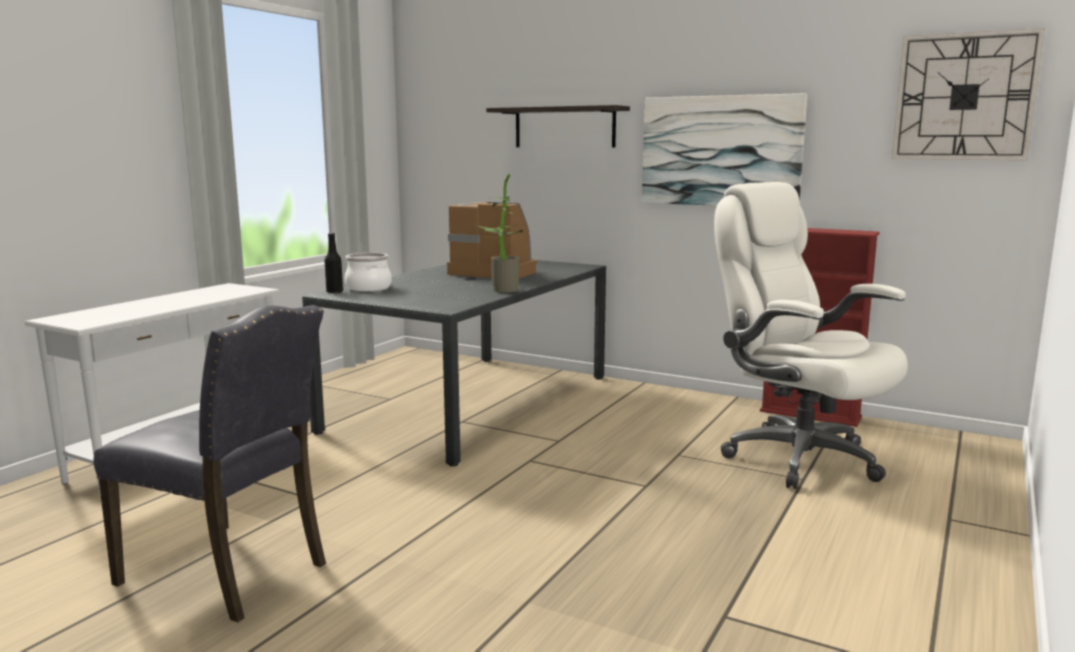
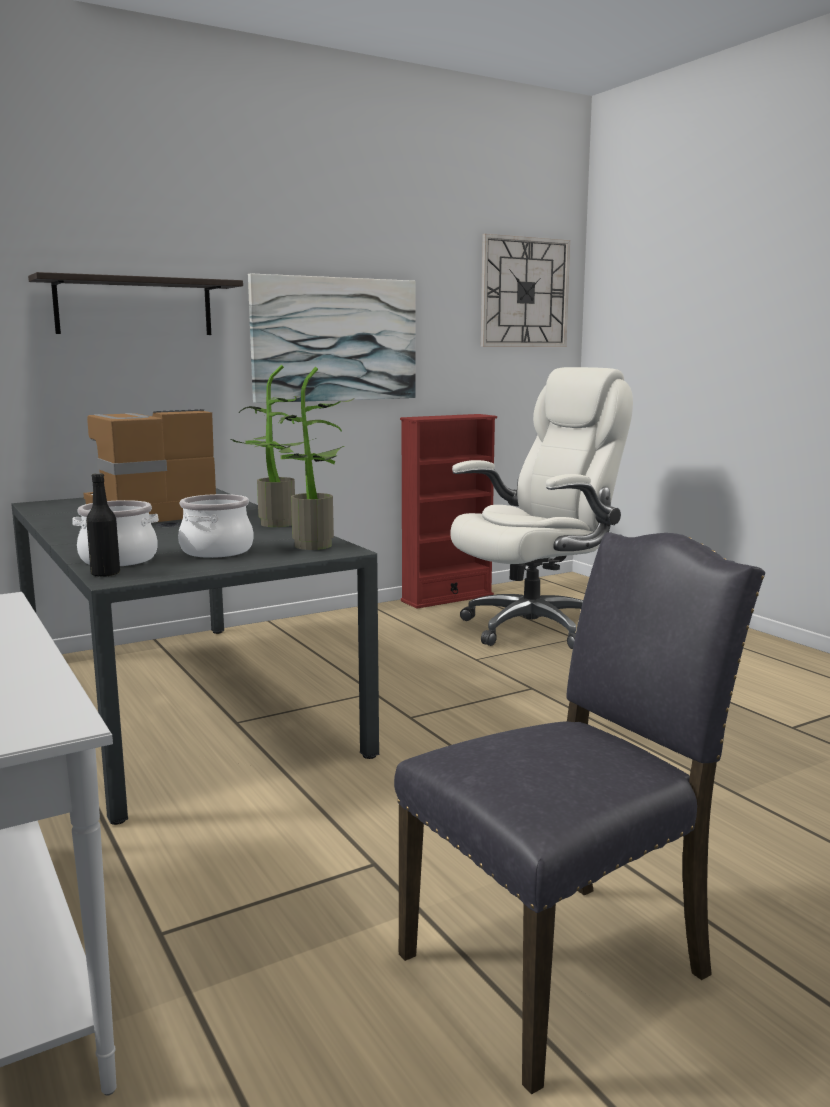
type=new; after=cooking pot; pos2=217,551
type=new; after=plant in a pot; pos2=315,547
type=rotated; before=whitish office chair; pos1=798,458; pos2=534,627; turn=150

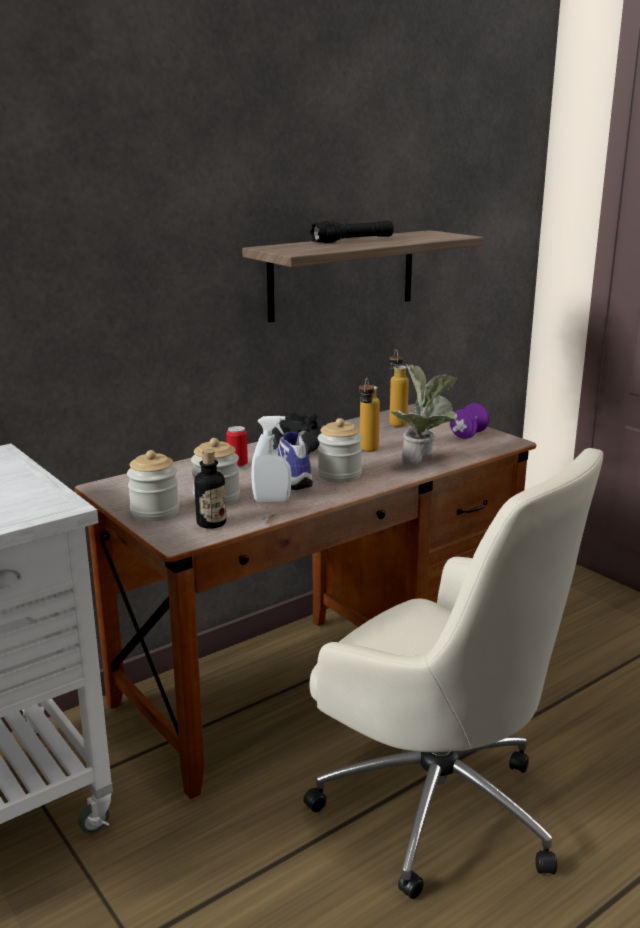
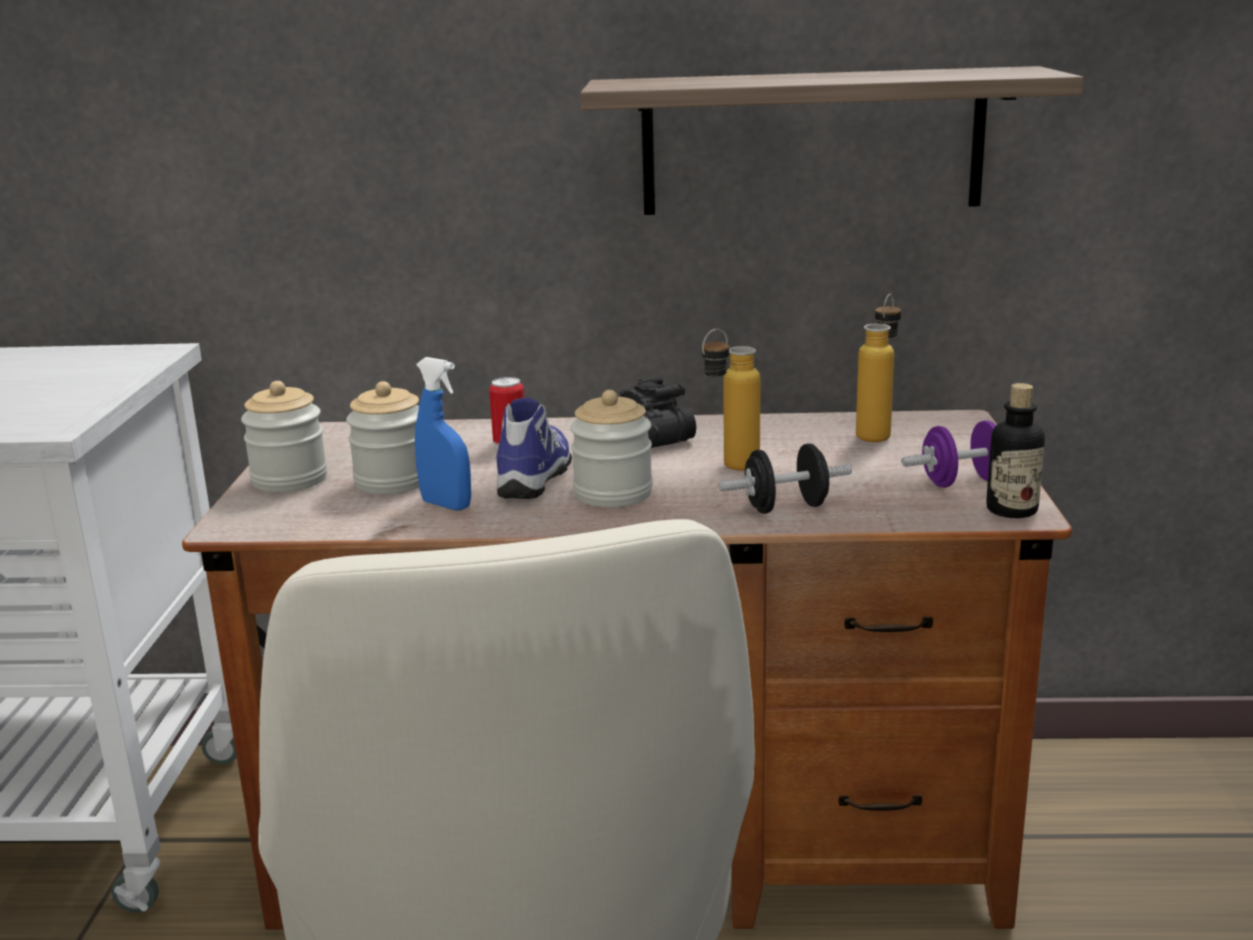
type=repainted; before=whitish hand sprayer; after=bluish hand sprayer; pos1=271,501; pos2=446,505
type=swapped; before=plant in a pot; after=black-coloured dumbbell; pos1=424,462; pos2=786,508
type=shifted; before=beverage bottle; pos1=211,523; pos2=1011,510
type=gone; before=black-coloured torch; pos1=352,240

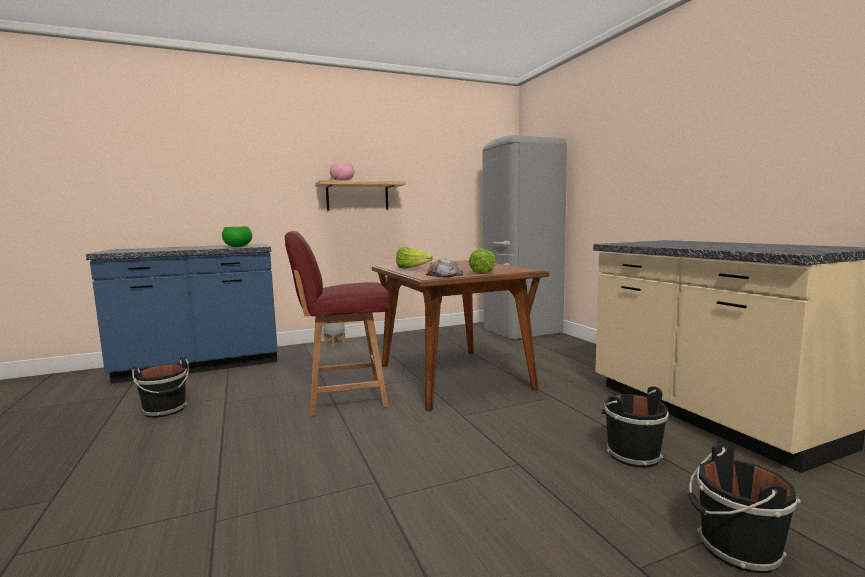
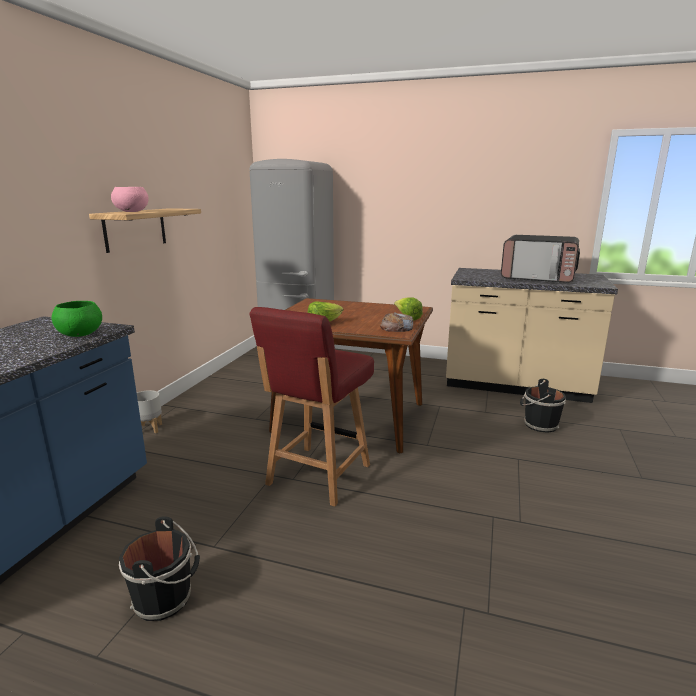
type=new; after=microwave oven; pos2=538,278
type=gone; before=black-coloured pail; pos1=735,549

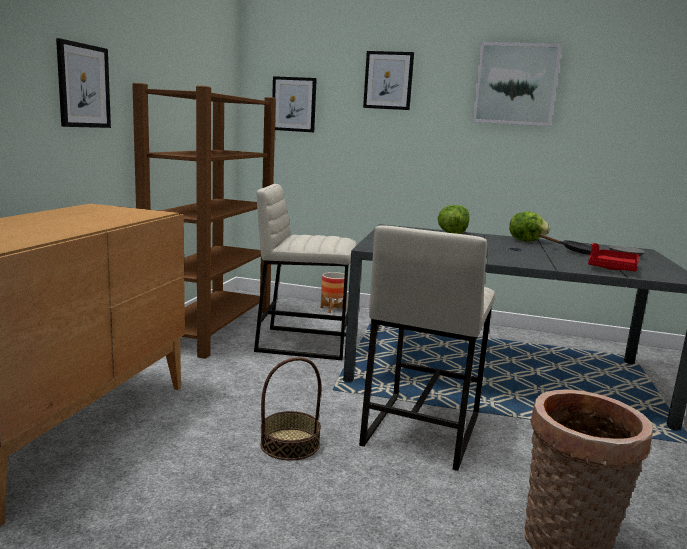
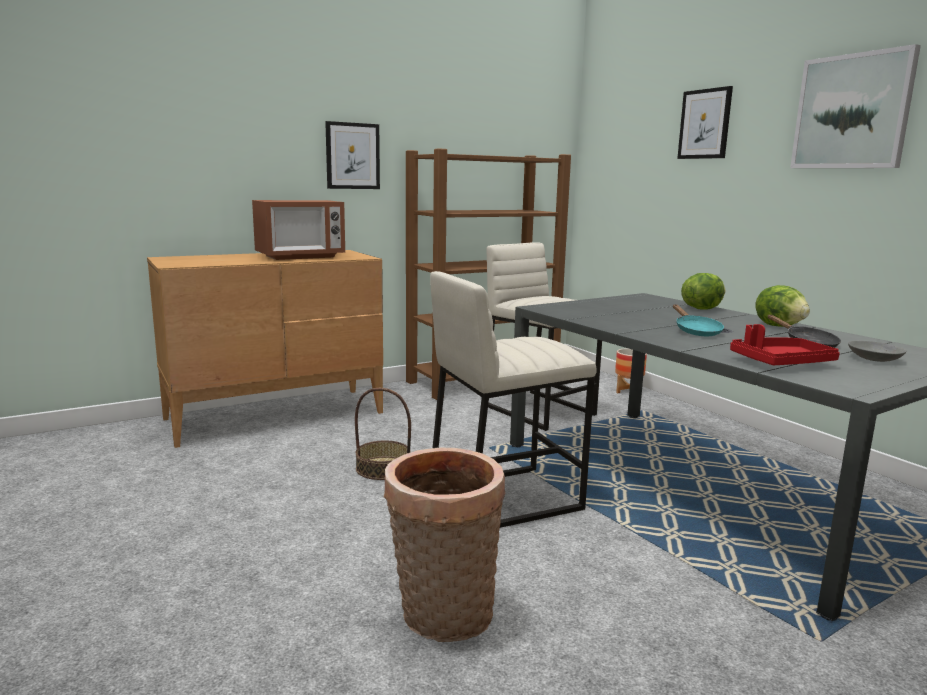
type=new; after=microwave oven; pos2=300,256
type=new; after=blue-green skillet; pos2=695,331
type=gone; before=picture; pos1=294,104

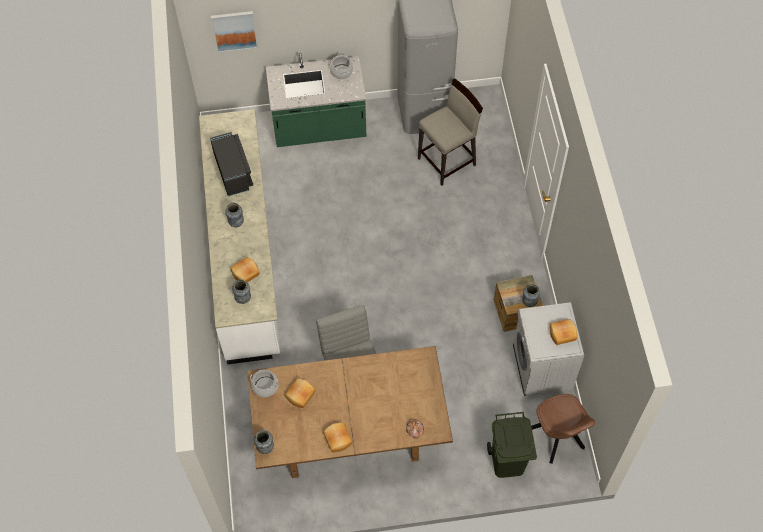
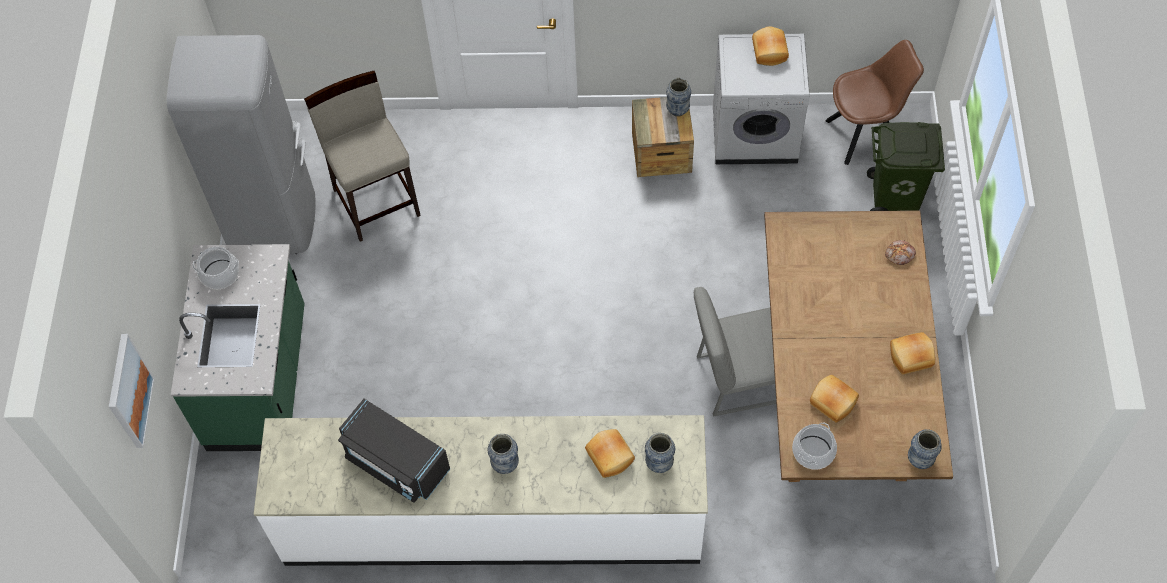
type=rotated; before=black-coloured microwave oven; pos1=233,172; pos2=396,462; turn=-135

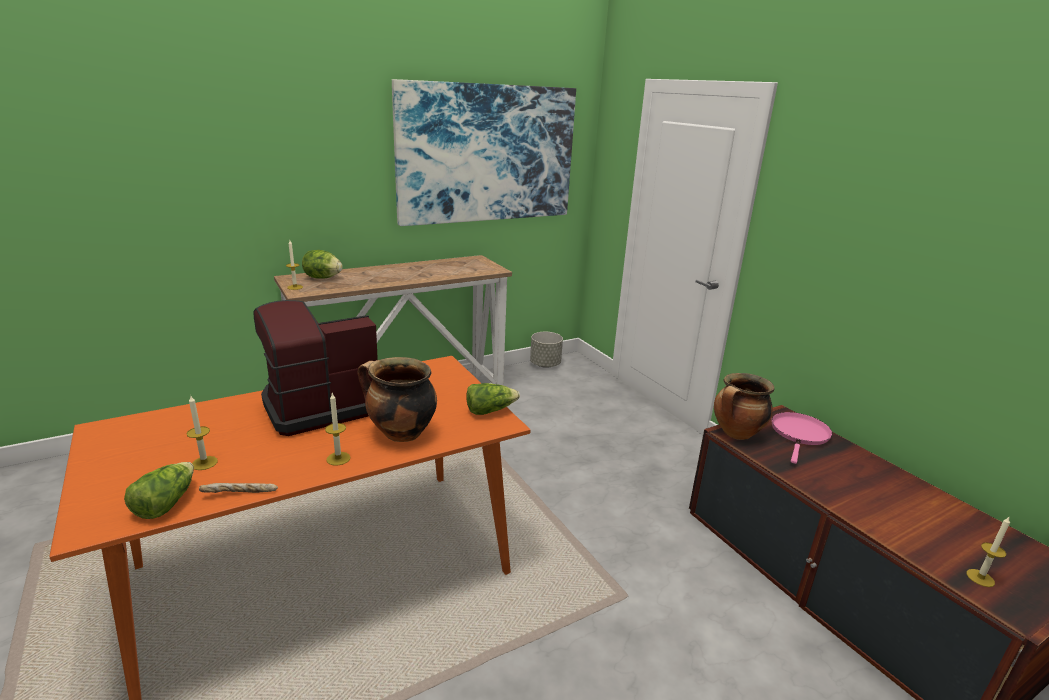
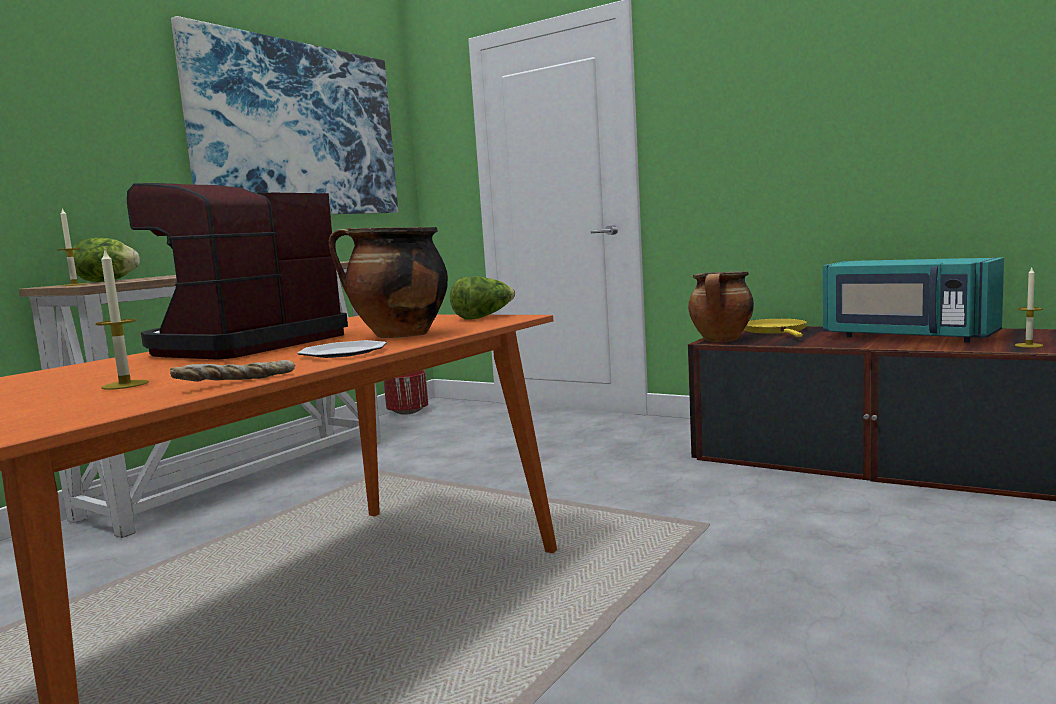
type=swapped; before=candle; after=plate; pos1=338,458; pos2=343,353
type=repainted; before=grey plant pot; after=red-coloured plant pot; pos1=545,364; pos2=408,412
type=repainted; before=pink-coloured skillet; after=yellowish skillet; pos1=799,434; pos2=775,331
type=new; after=blue-green microwave oven; pos2=907,337
type=gone; before=head of lettuce; pos1=165,503

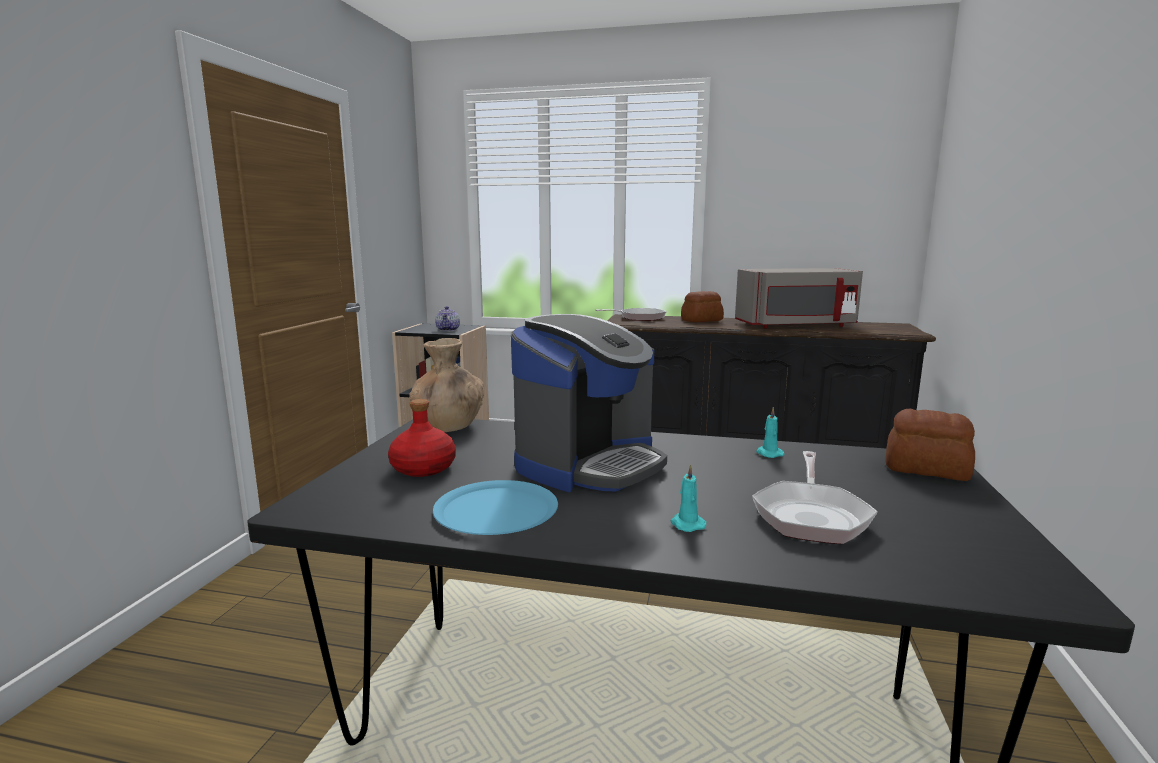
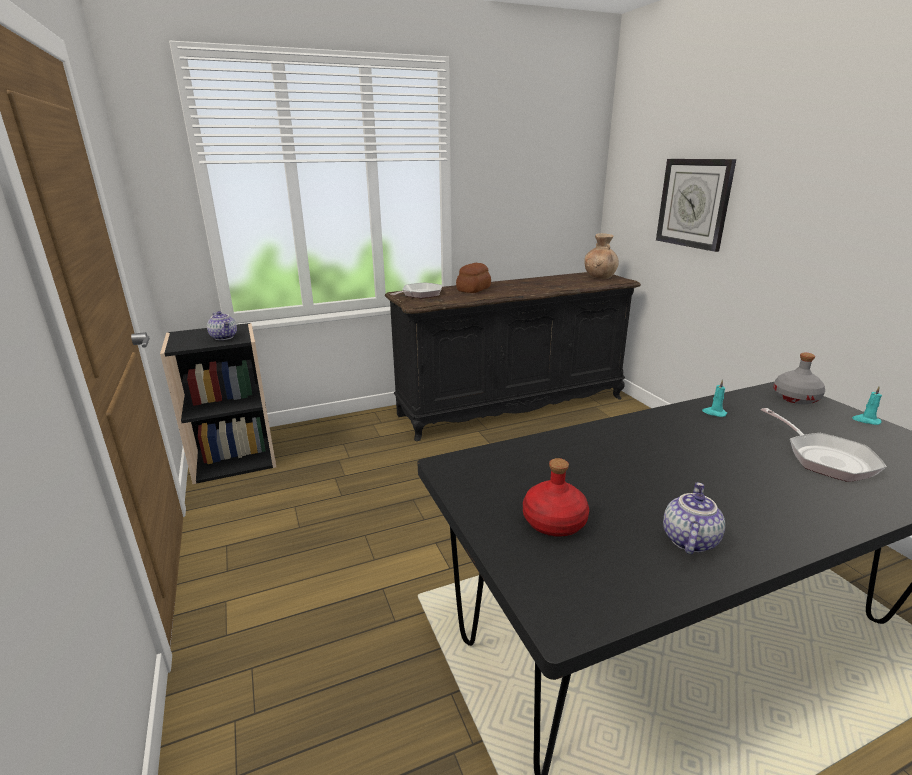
type=shifted; before=brownish decorative vase; pos1=449,426; pos2=600,277
type=new; after=hanging clock; pos2=694,203
type=swapped; before=bluish plate; after=tea pot; pos1=496,510; pos2=688,539
type=swapped; before=bread; after=grey beverage bottle; pos1=927,469; pos2=796,398
type=shifted; before=blue-green candle; pos1=686,524; pos2=865,420
type=gone; before=coffee maker; pos1=589,464
type=gone; before=grey microwave oven; pos1=797,325

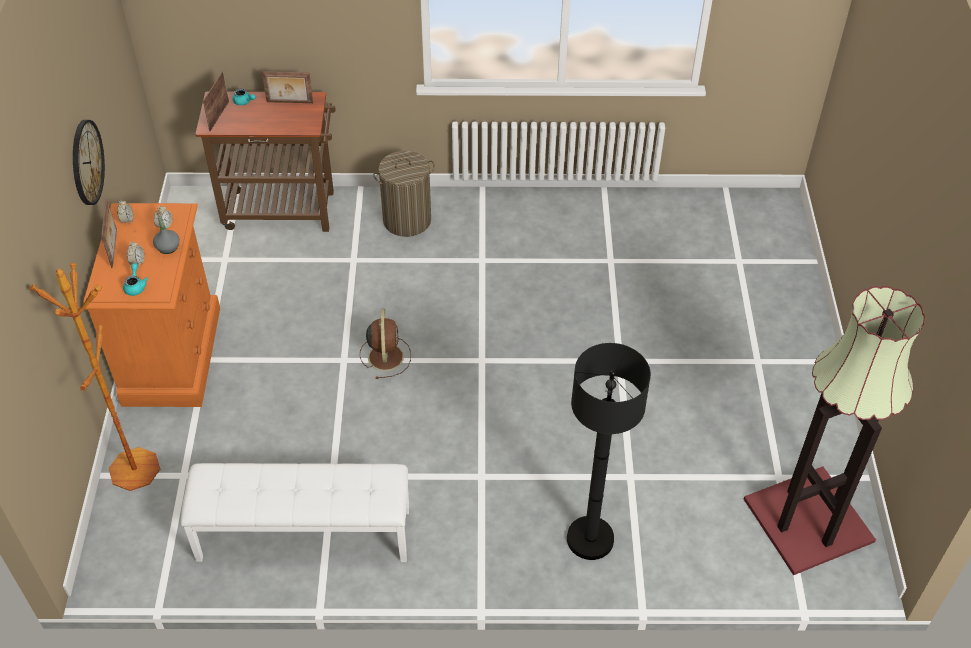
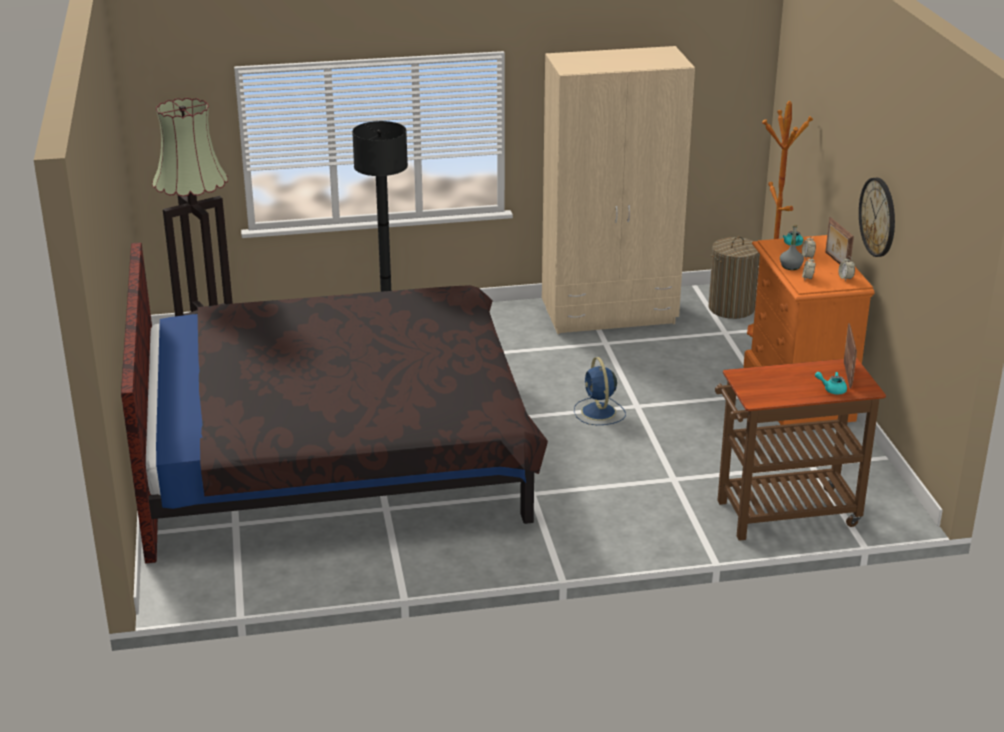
type=new; after=sleeping bed; pos2=334,453
type=swapped; before=whitish long seat; after=sand-coloured armoire; pos1=303,535; pos2=610,315
type=repainted; before=brownish cooling fan; after=bluish cooling fan; pos1=385,355; pos2=599,412
type=shifted; before=laundry basket; pos1=407,220; pos2=731,308
type=gone; before=photo frame; pos1=289,103

